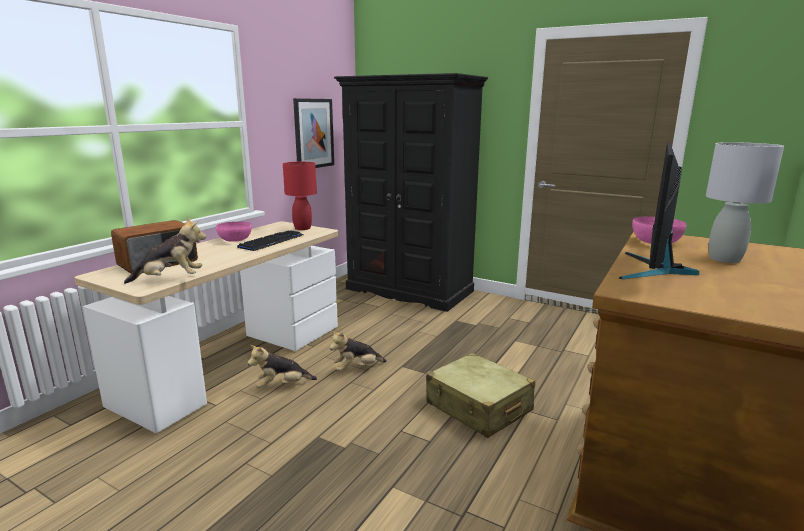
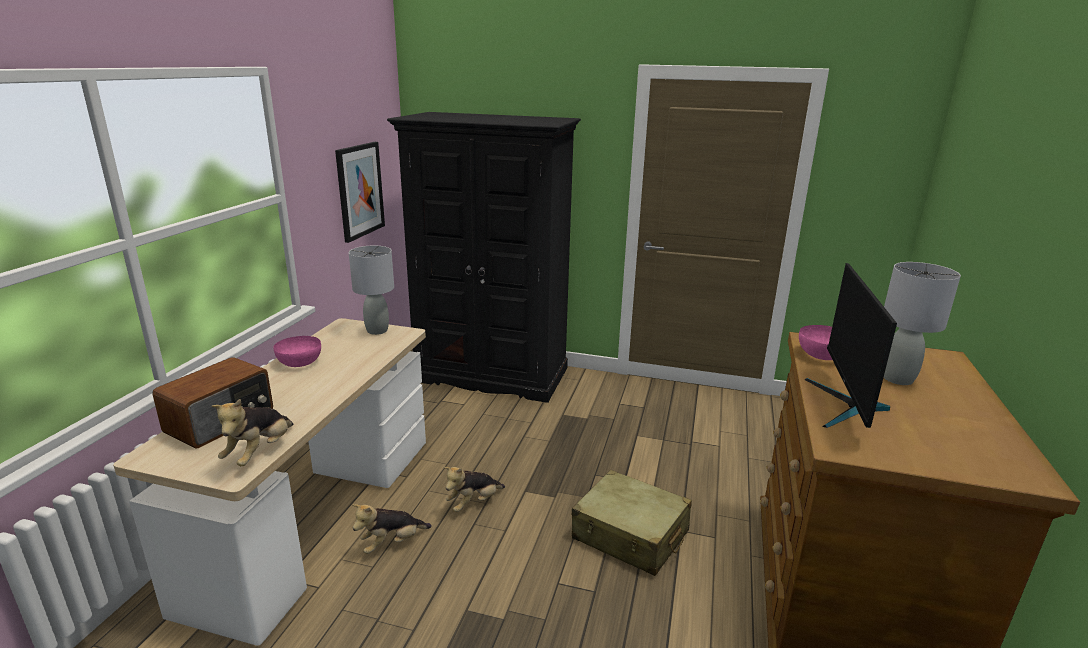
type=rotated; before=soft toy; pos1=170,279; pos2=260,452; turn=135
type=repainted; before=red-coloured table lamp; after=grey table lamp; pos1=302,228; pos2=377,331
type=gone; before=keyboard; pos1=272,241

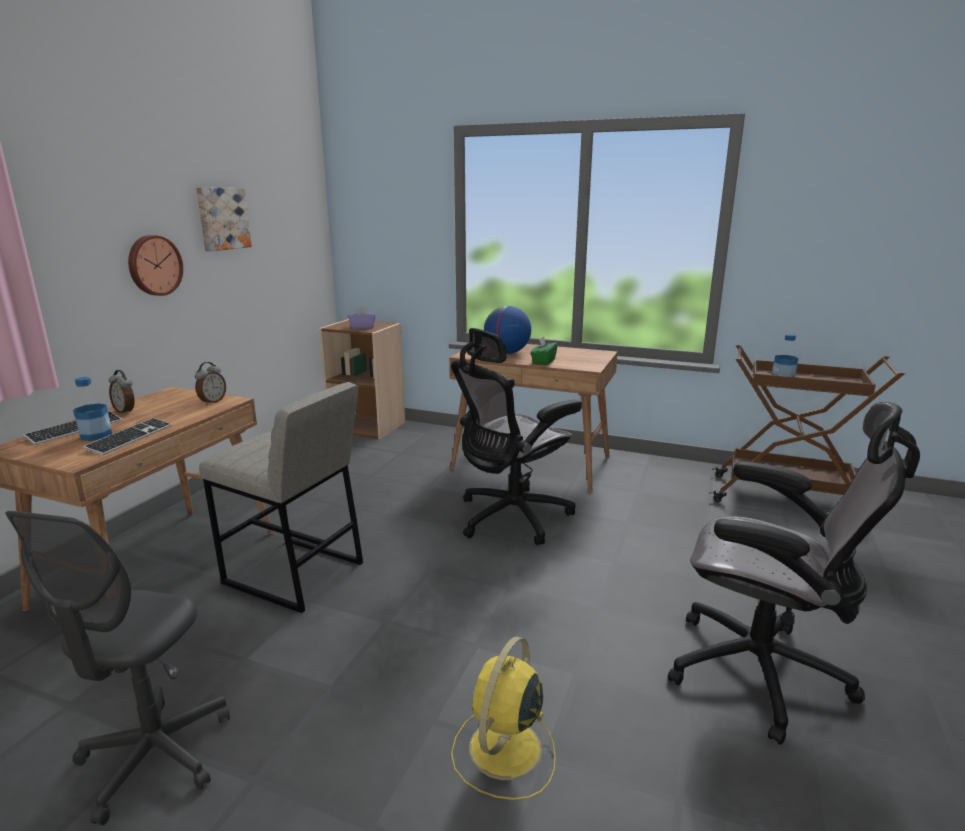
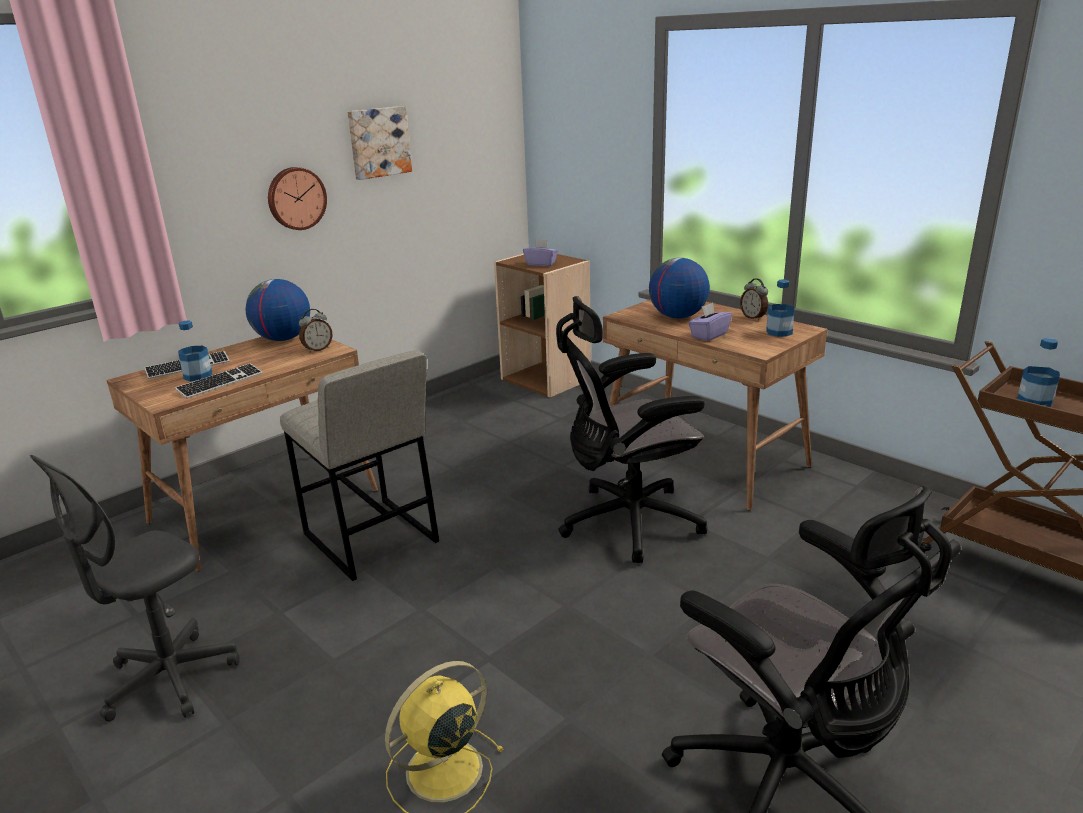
type=new; after=world globe; pos2=283,339
type=repainted; before=green-coloured tissue box; after=purple-coloured tissue box; pos1=543,361; pos2=709,335
type=shifted; before=alarm clock; pos1=126,411; pos2=753,317
type=new; after=beverage bottle; pos2=779,332

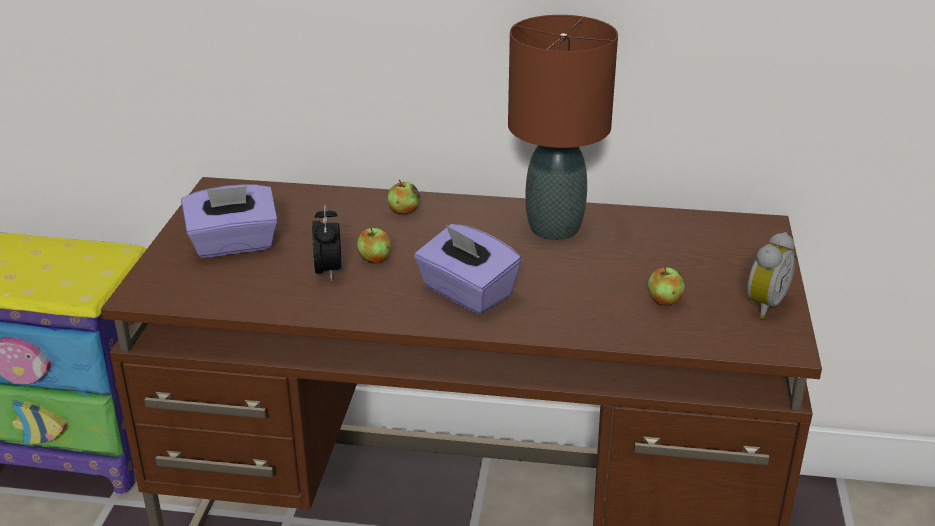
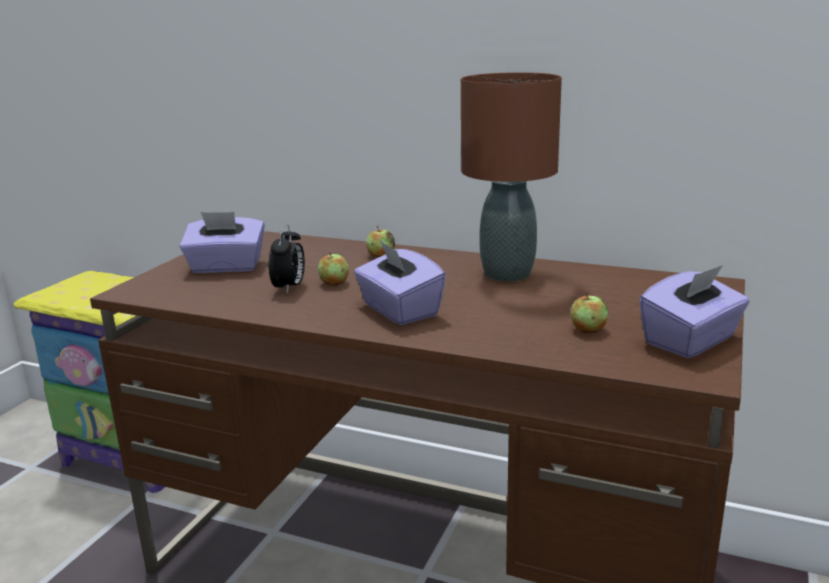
type=swapped; before=alarm clock; after=purple-coloured tissue box; pos1=762,305; pos2=691,341

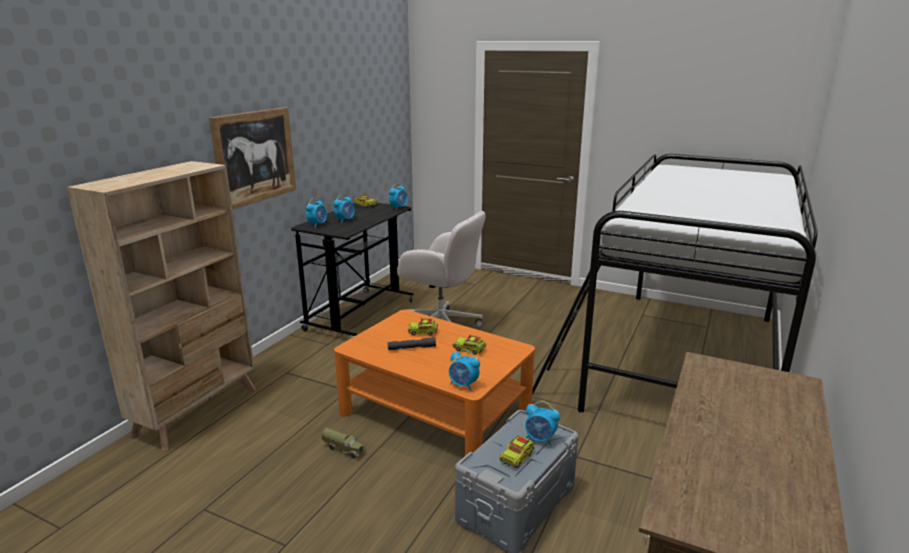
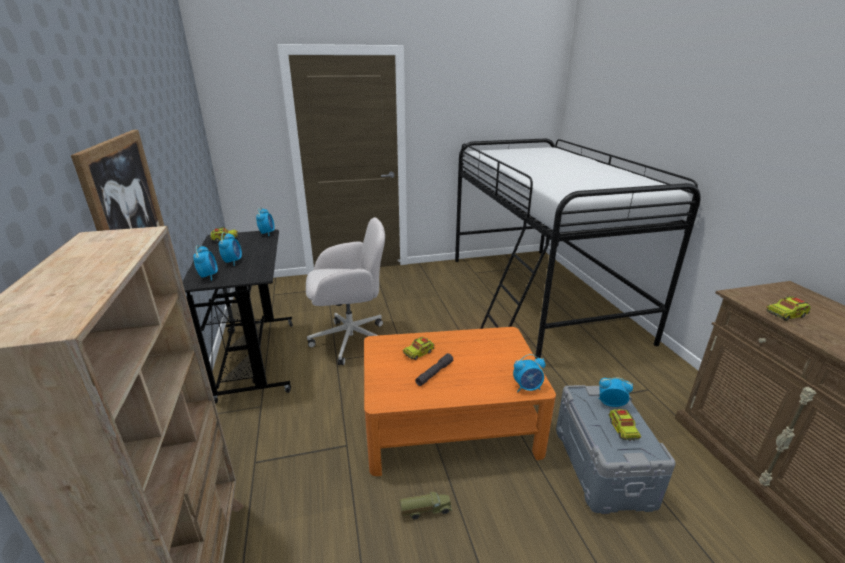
type=rotated; before=alarm clock; pos1=540,439; pos2=610,404; turn=-150
type=shifted; before=model truck; pos1=469,350; pos2=786,315

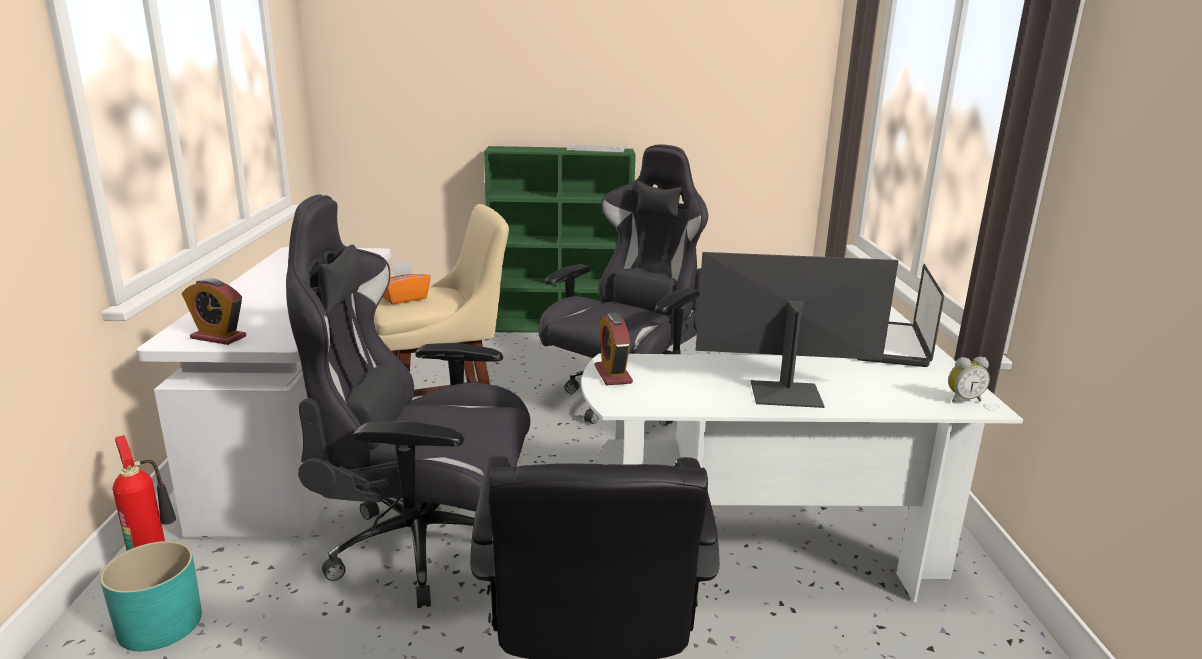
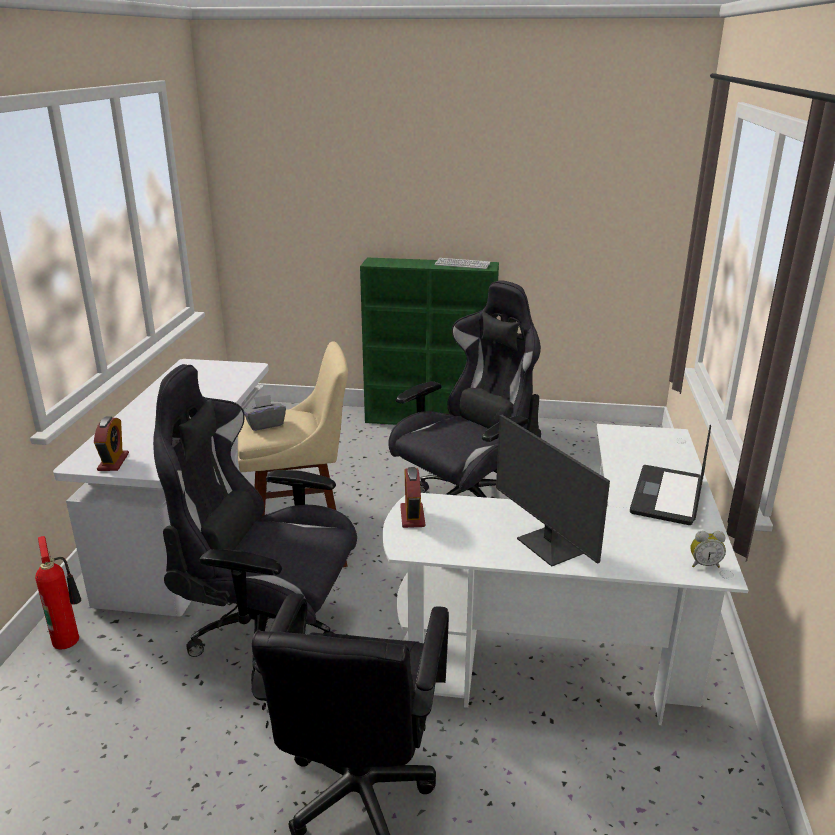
type=rotated; before=alarm clock; pos1=218,337; pos2=113,462; turn=-120
type=repainted; before=orangey tissue box; after=grey tissue box; pos1=405,298; pos2=265,424
type=rotated; before=computer screen; pos1=785,393; pos2=549,546; turn=-135
type=gone; before=blue-green plant pot; pos1=161,624

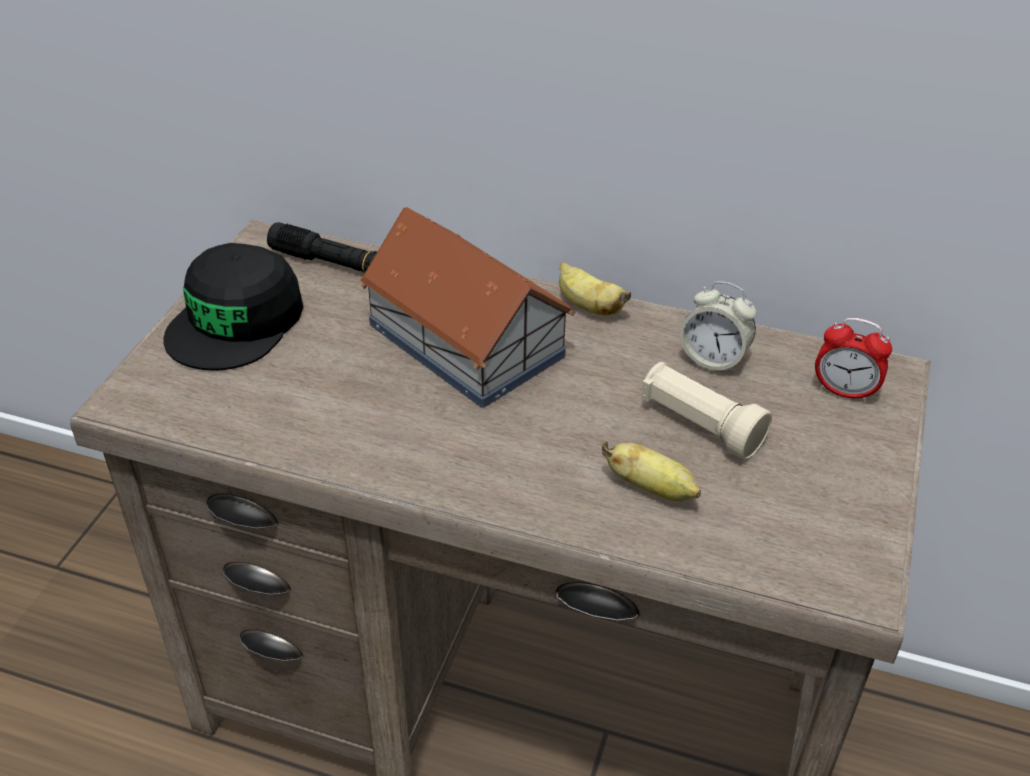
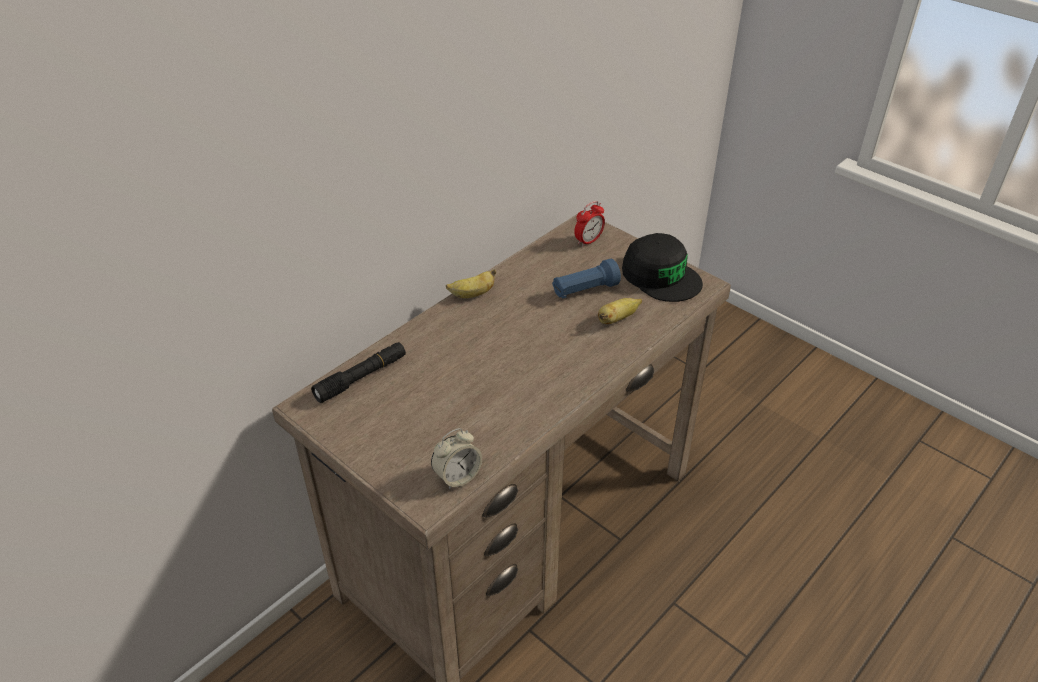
type=shifted; before=alarm clock; pos1=713,359; pos2=457,476
type=repainted; before=sand-coloured torch; after=bluish torch; pos1=699,425; pos2=584,290
type=shifted; before=black-coloured cap; pos1=236,321; pos2=661,276
type=gone; before=miniature house; pos1=465,338

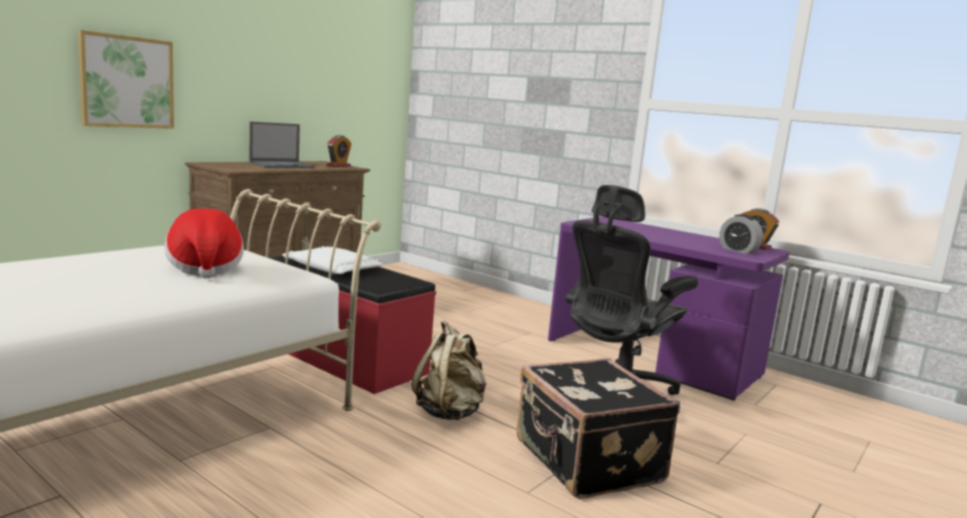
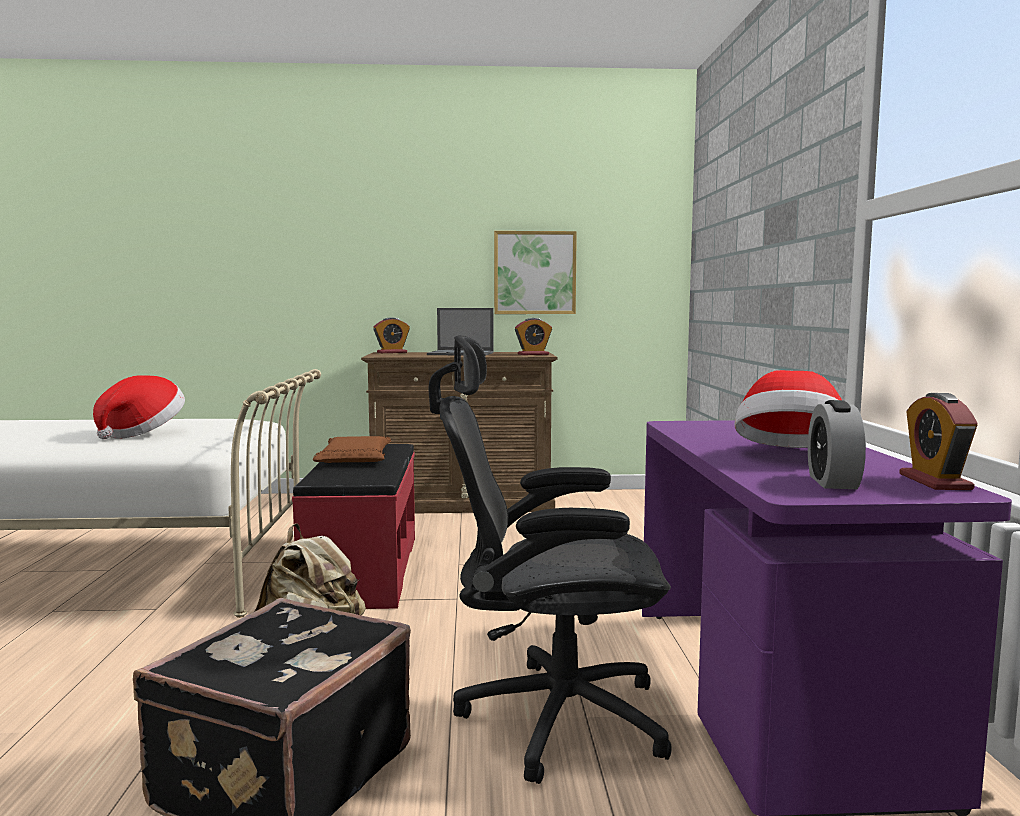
type=repainted; before=whitish pillow; after=brownish pillow; pos1=332,267; pos2=355,457
type=new; after=alarm clock; pos2=392,352
type=shifted; before=picture; pos1=127,82; pos2=534,273
type=new; after=clothing hat; pos2=789,455

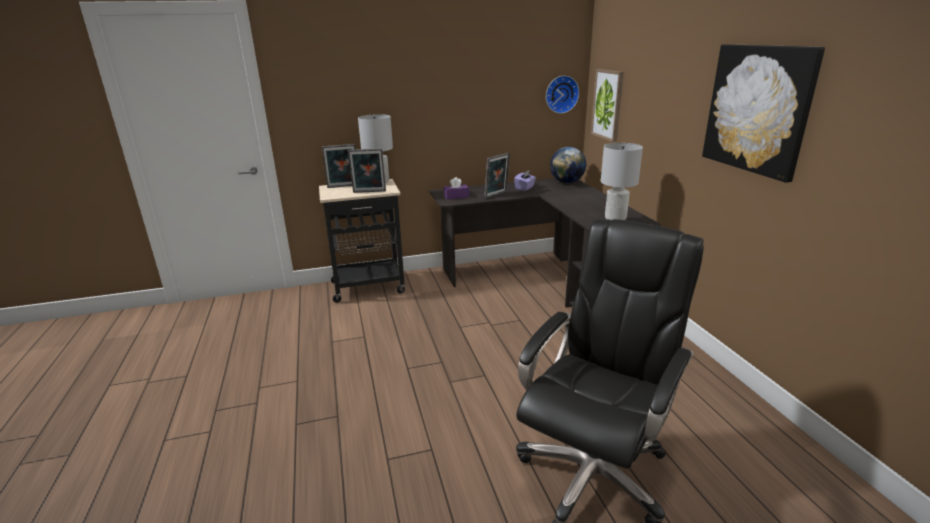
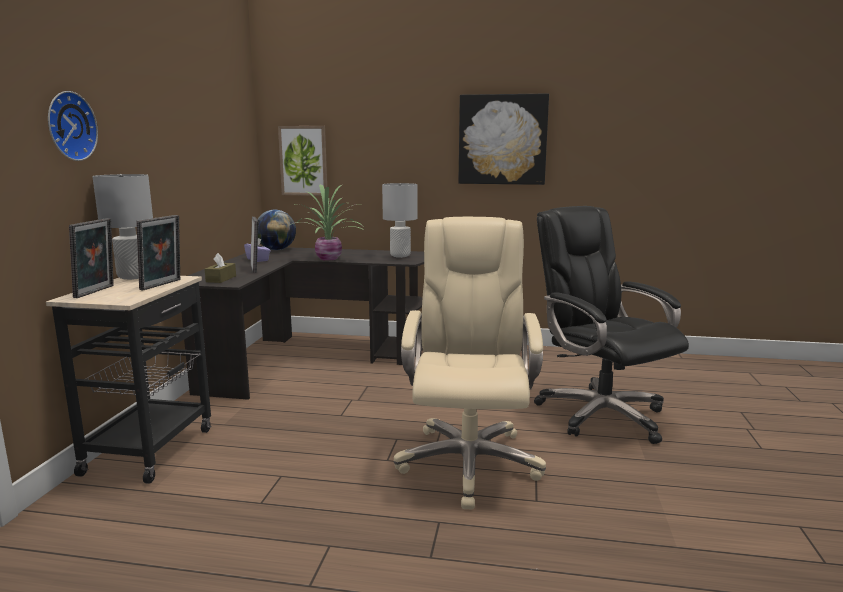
type=shifted; before=hanging clock; pos1=561,94; pos2=68,126
type=repainted; before=purple-coloured tissue box; after=brownish tissue box; pos1=456,196; pos2=221,279
type=new; after=plant in a pot; pos2=330,258
type=new; after=sand-coloured office chair; pos2=469,462

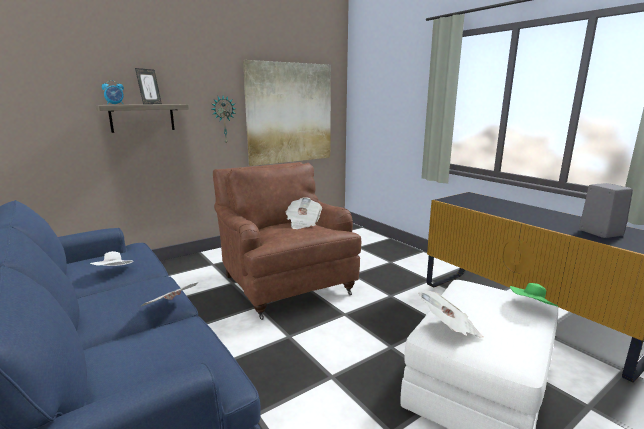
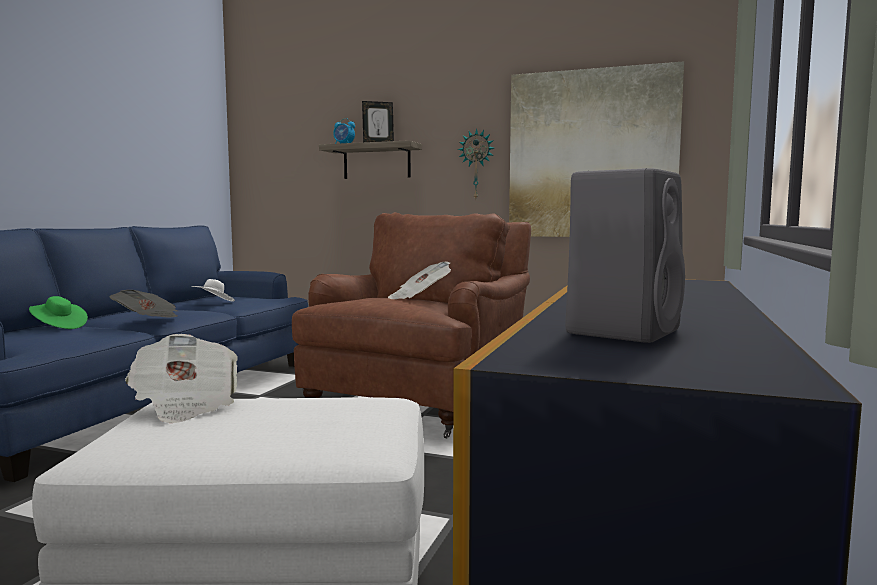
type=shifted; before=green-coloured clothing hat; pos1=531,307; pos2=59,327

